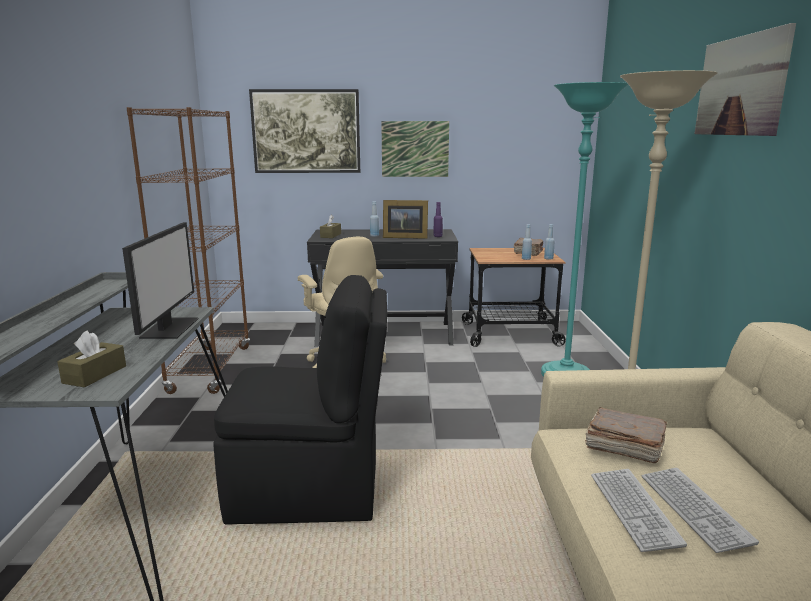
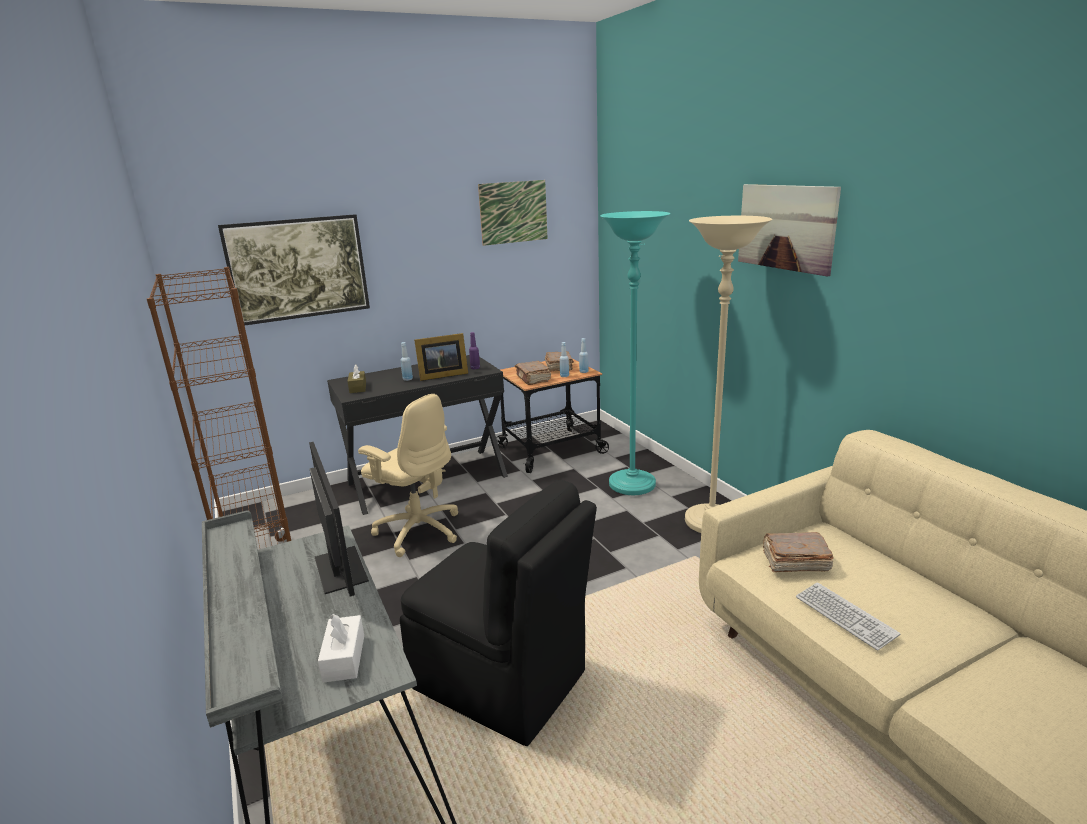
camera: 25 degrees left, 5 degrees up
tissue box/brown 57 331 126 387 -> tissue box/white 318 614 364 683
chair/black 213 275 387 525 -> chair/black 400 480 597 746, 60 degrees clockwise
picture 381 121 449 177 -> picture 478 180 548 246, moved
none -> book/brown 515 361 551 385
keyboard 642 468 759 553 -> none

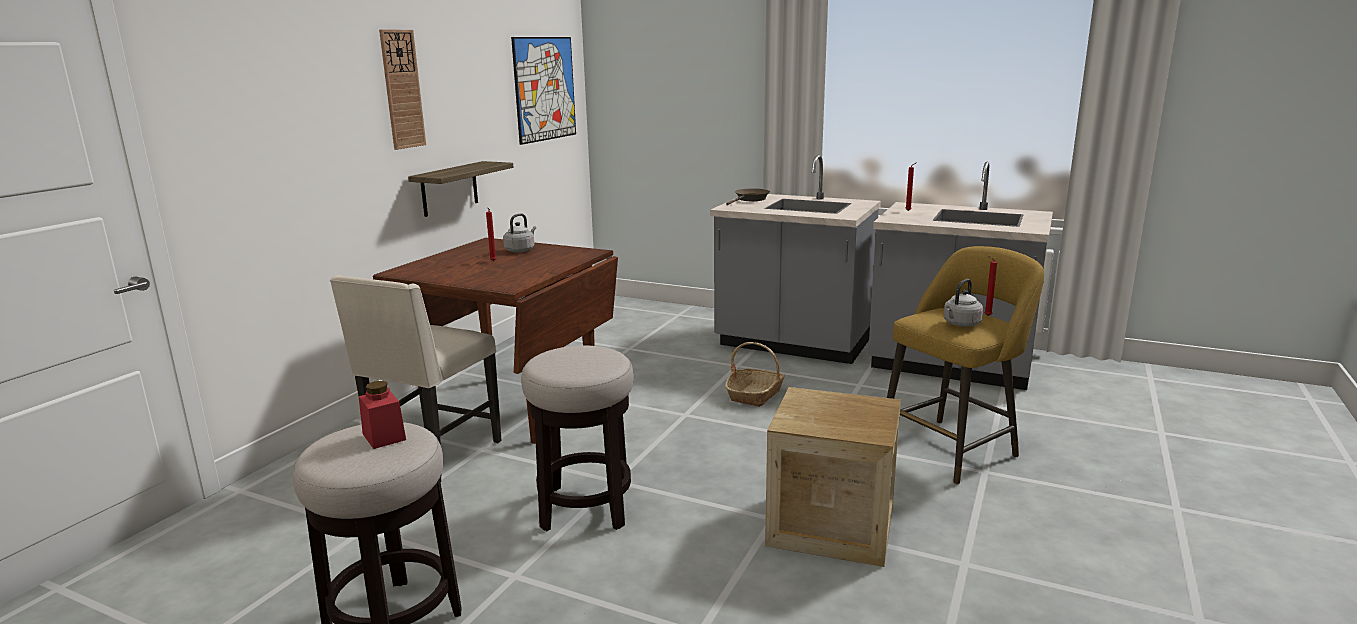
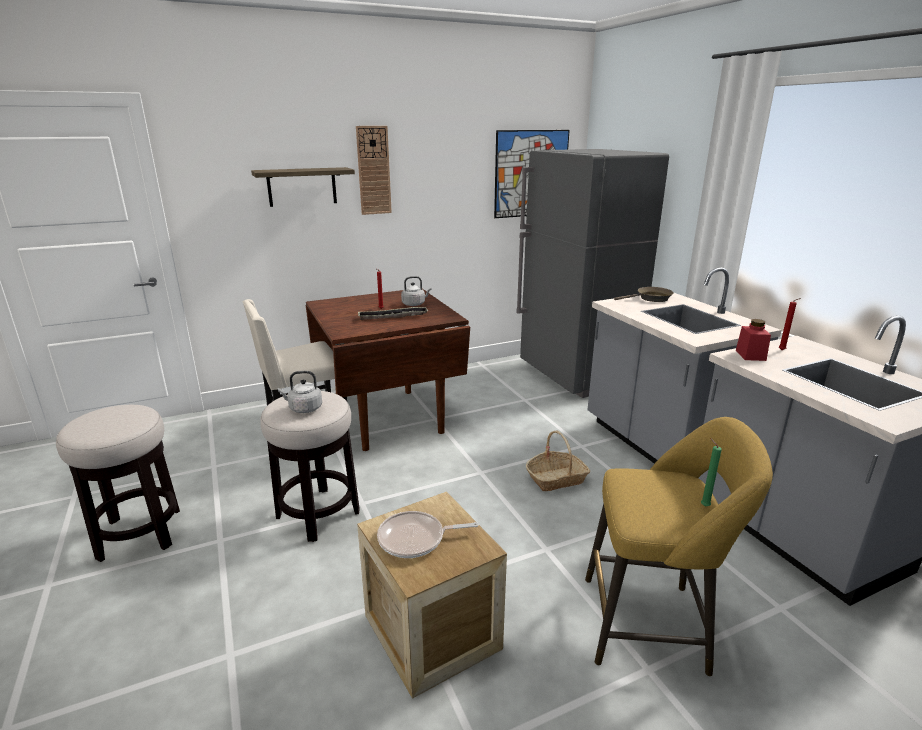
camera: 40 degrees right, 5 degrees up
shelf 408 161 513 217 -> shelf 251 167 355 207, moved
kettle/grey 944 279 983 327 -> kettle/grey 278 371 322 413, moved
none -> tray 358 307 428 320
none -> frying pan 377 511 479 558
none -> fridge/grey 516 149 669 398
candle/red 984 256 997 316 -> candle/green 701 438 722 507
jar/red 359 381 406 449 -> jar/red 736 319 771 361, moved

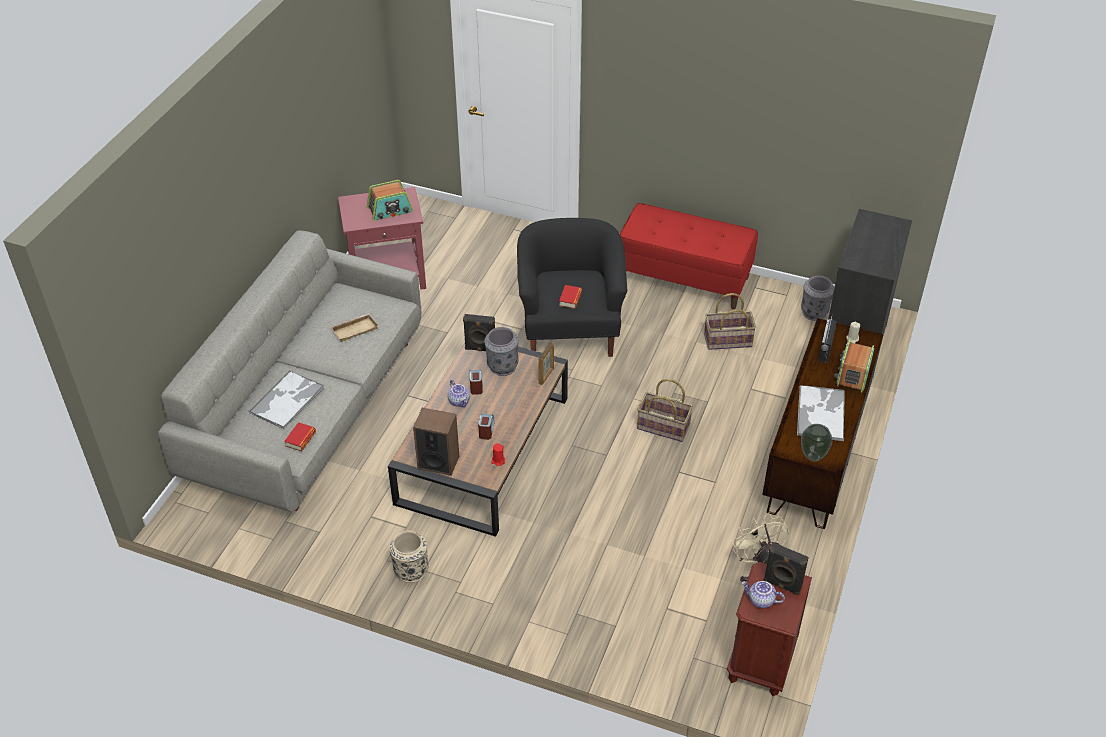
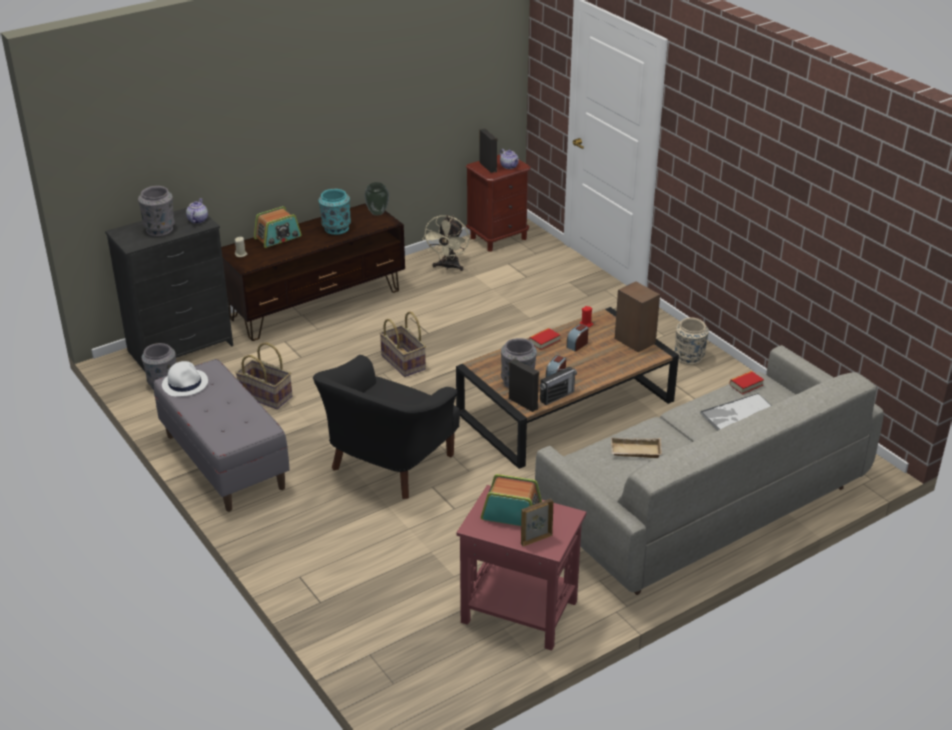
camera: 145 degrees left, 10 degrees down
none -> vase/grey 138 186 175 237
bench/red 620 203 758 309 -> bench/grey 154 359 290 512
none -> hat/white 162 361 208 397
teapot 448 380 470 407 -> teapot 186 198 208 224, moved
tray 797 385 845 441 -> vase/turquoise 319 189 351 235
picture frame 539 342 554 385 -> picture frame 521 499 553 547, moved
book 559 285 582 309 -> book 529 328 560 350, moved
radio 818 314 837 363 -> radio 540 367 577 405, moved

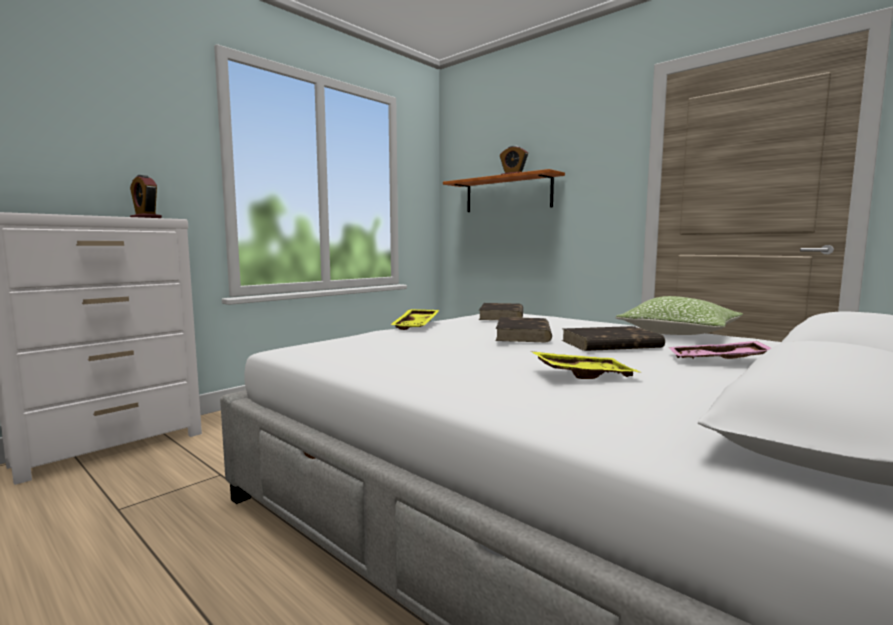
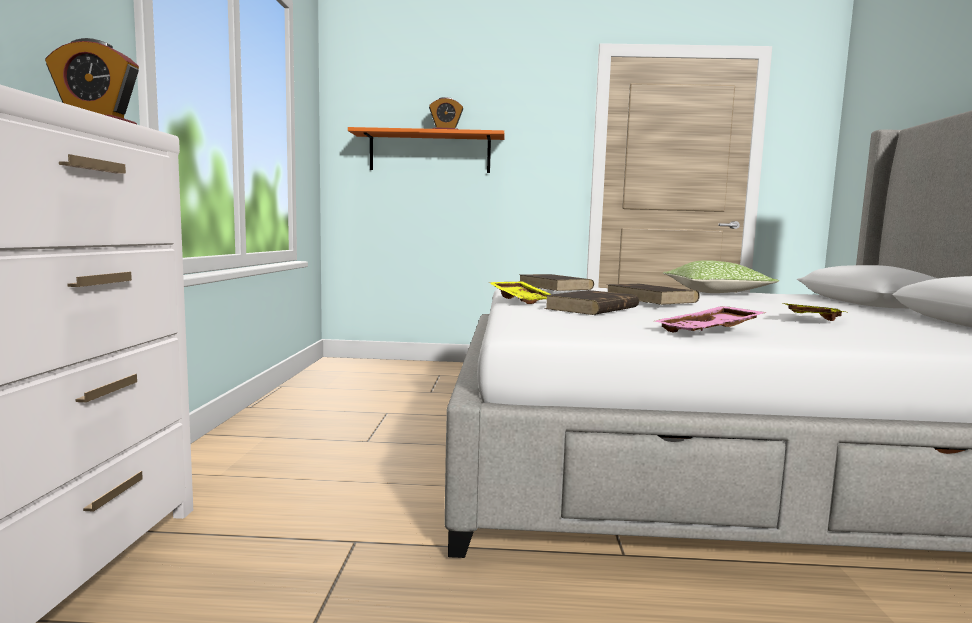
camera: 40 degrees left, 0 degrees up
book/brown 561 326 665 351 -> book/brown 544 290 639 315, moved
tray/pink 669 341 771 359 -> tray/pink 654 306 767 332, moved

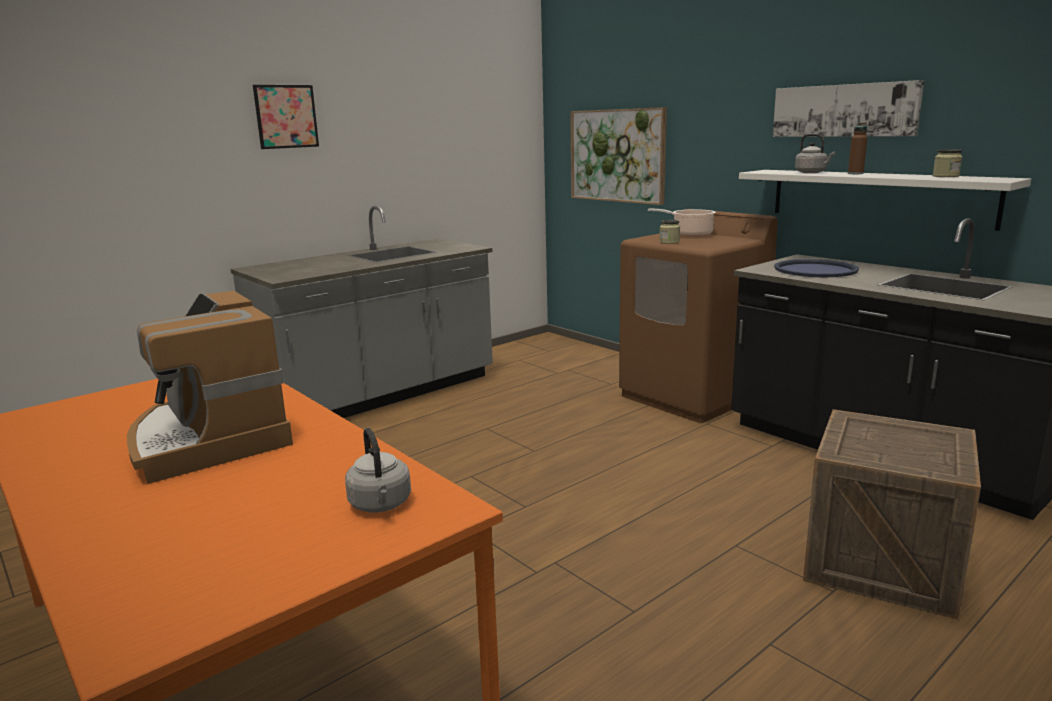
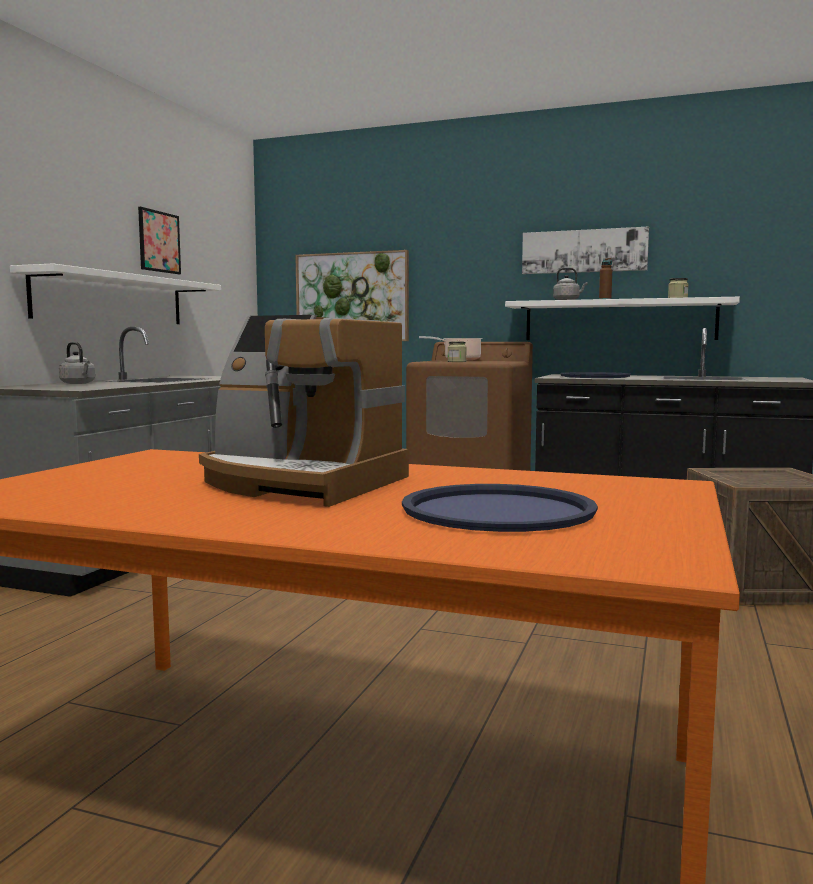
camera: 30 degrees left, 10 degrees down
none -> shelf/white 10 263 221 324
kettle/grey 345 428 411 512 -> kettle/grey 59 342 95 384, moved
picture 253 85 319 149 -> picture 138 207 181 274, moved
none -> tray/blue 402 484 598 532

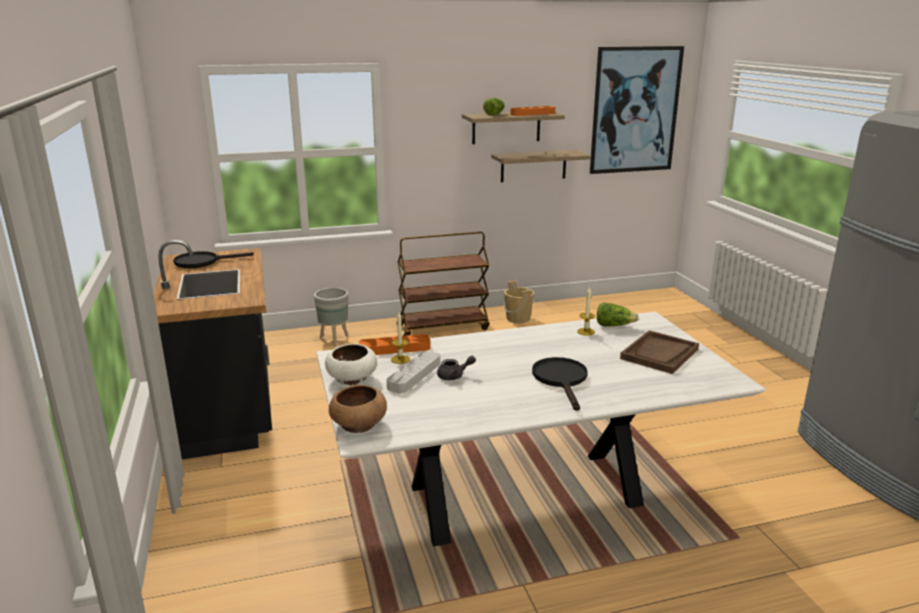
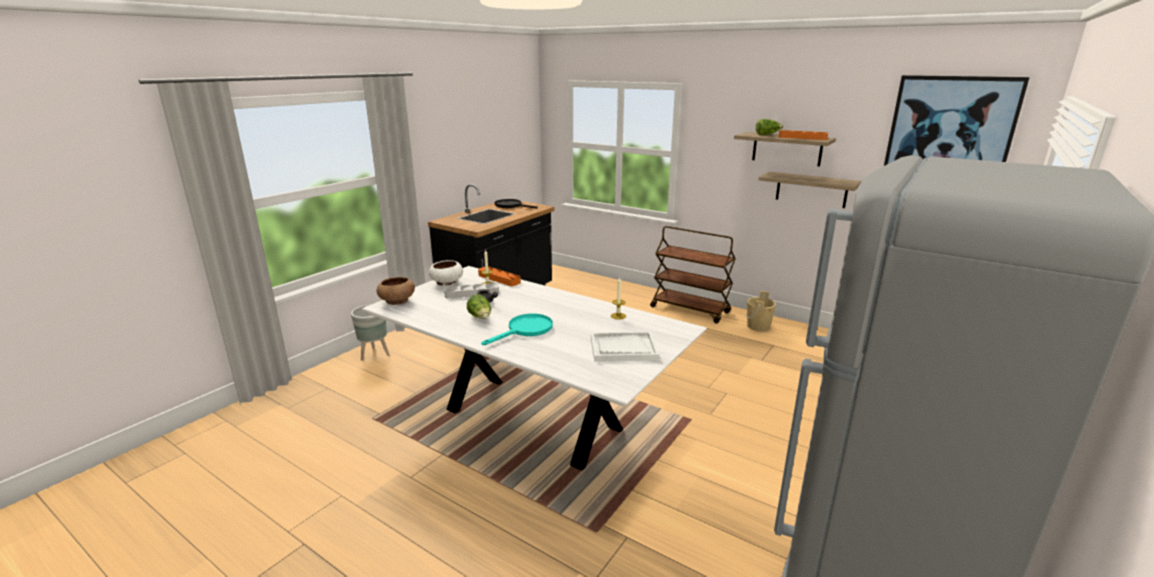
camera: 50 degrees right, 0 degrees up
planter/grey 314 288 348 347 -> planter/grey 351 305 389 361, moved
lettuce 597 302 639 327 -> lettuce 467 294 491 319, moved
frying pan/black 532 357 588 411 -> frying pan/turquoise 482 314 553 345
tray/brown 620 330 699 374 -> tray/white 591 332 659 362

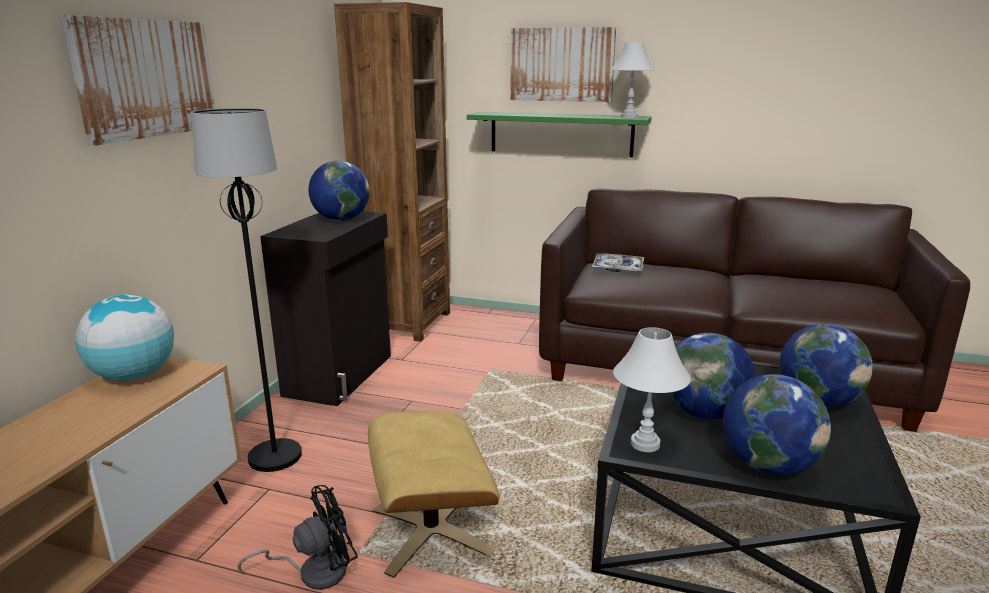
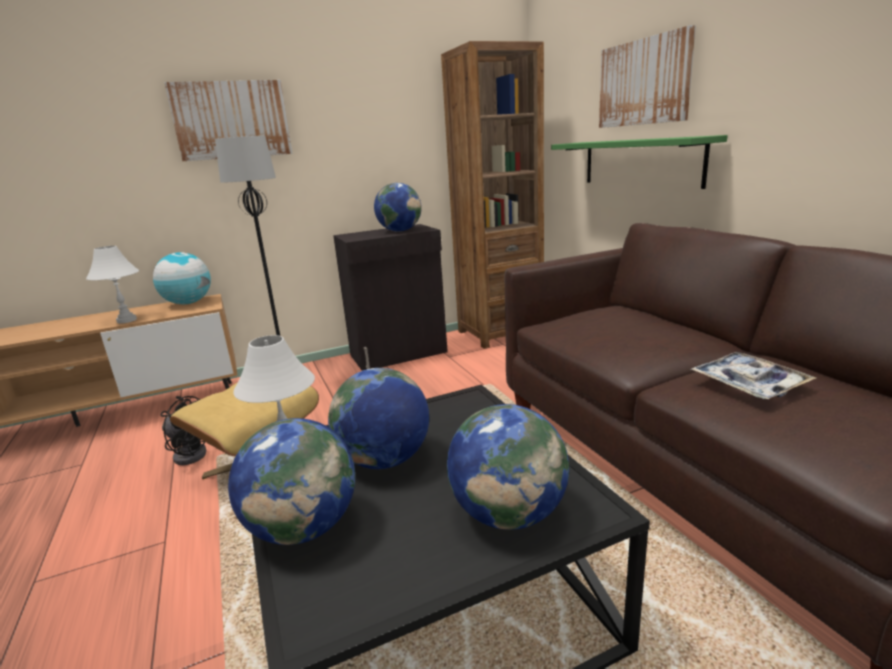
camera: 50 degrees right, 0 degrees up
table lamp/white 611 42 655 118 -> table lamp/white 86 246 139 324, moved
tray 592 254 644 272 -> tray 691 352 816 399, moved

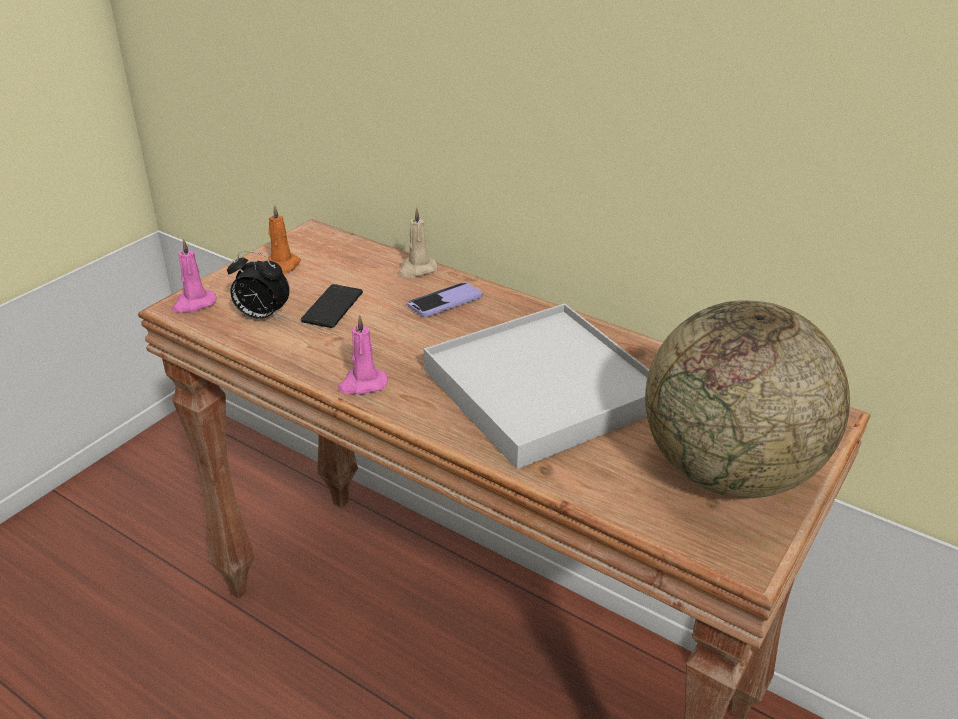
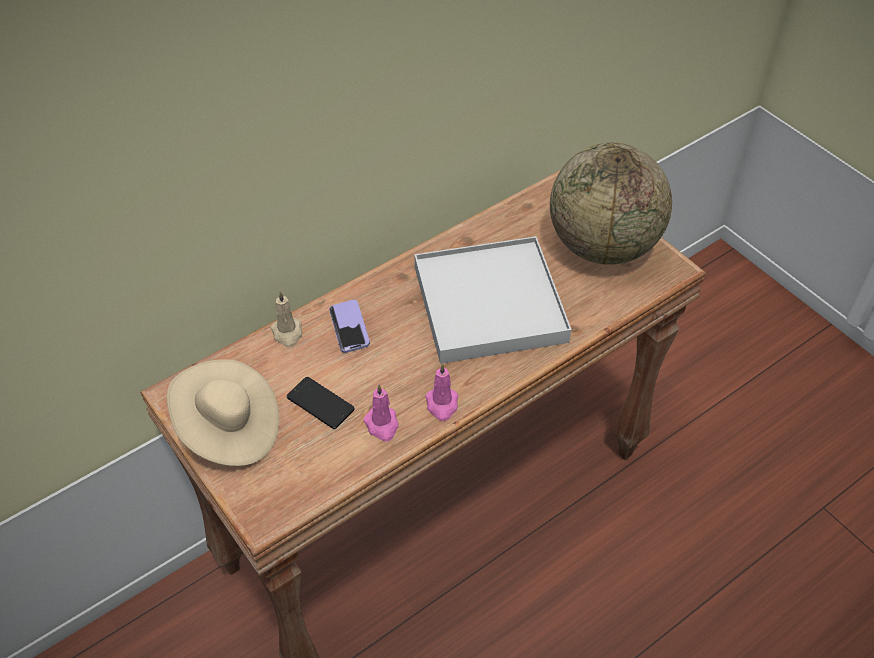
camera: 70 degrees left, 15 degrees up
candle/orange 266 204 301 275 -> hat/beige 167 359 279 466
candle/pink 172 239 217 313 -> candle/pink 363 385 399 441, moved
alarm clock 227 251 290 320 -> none

